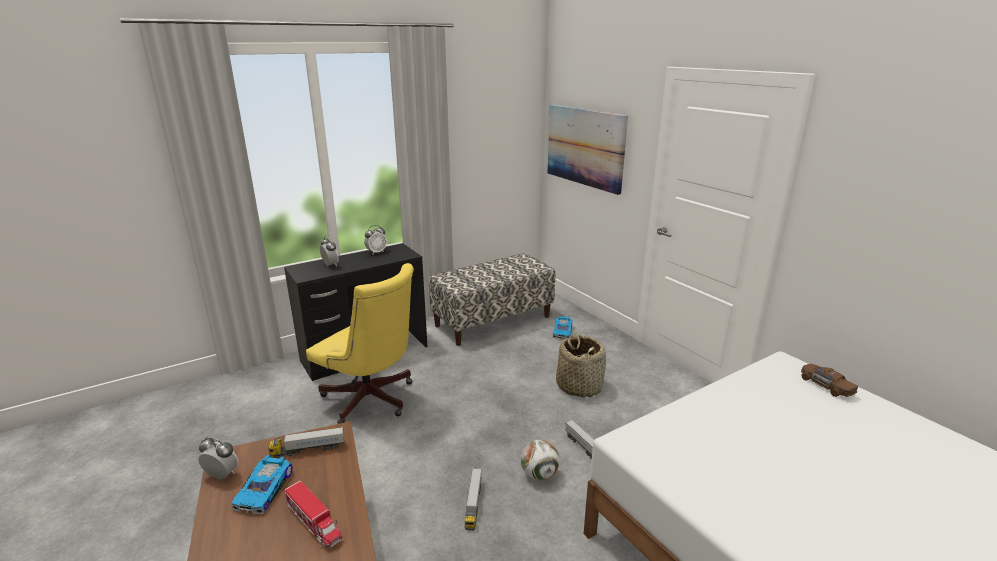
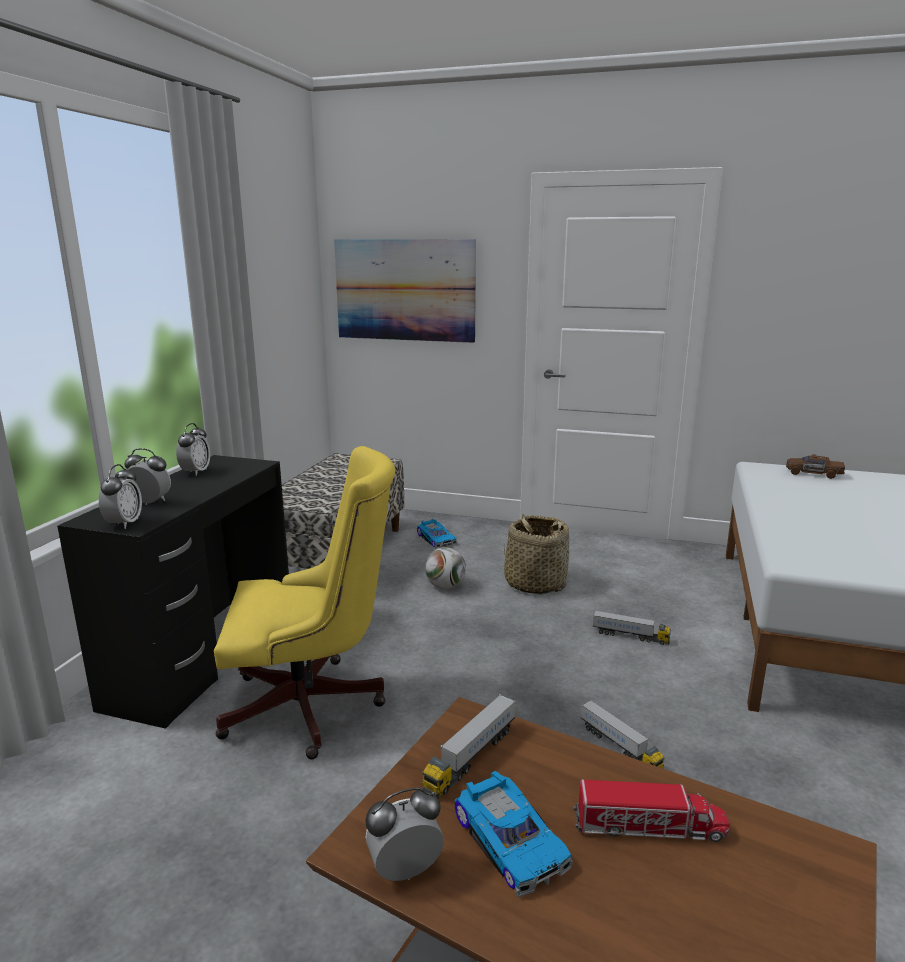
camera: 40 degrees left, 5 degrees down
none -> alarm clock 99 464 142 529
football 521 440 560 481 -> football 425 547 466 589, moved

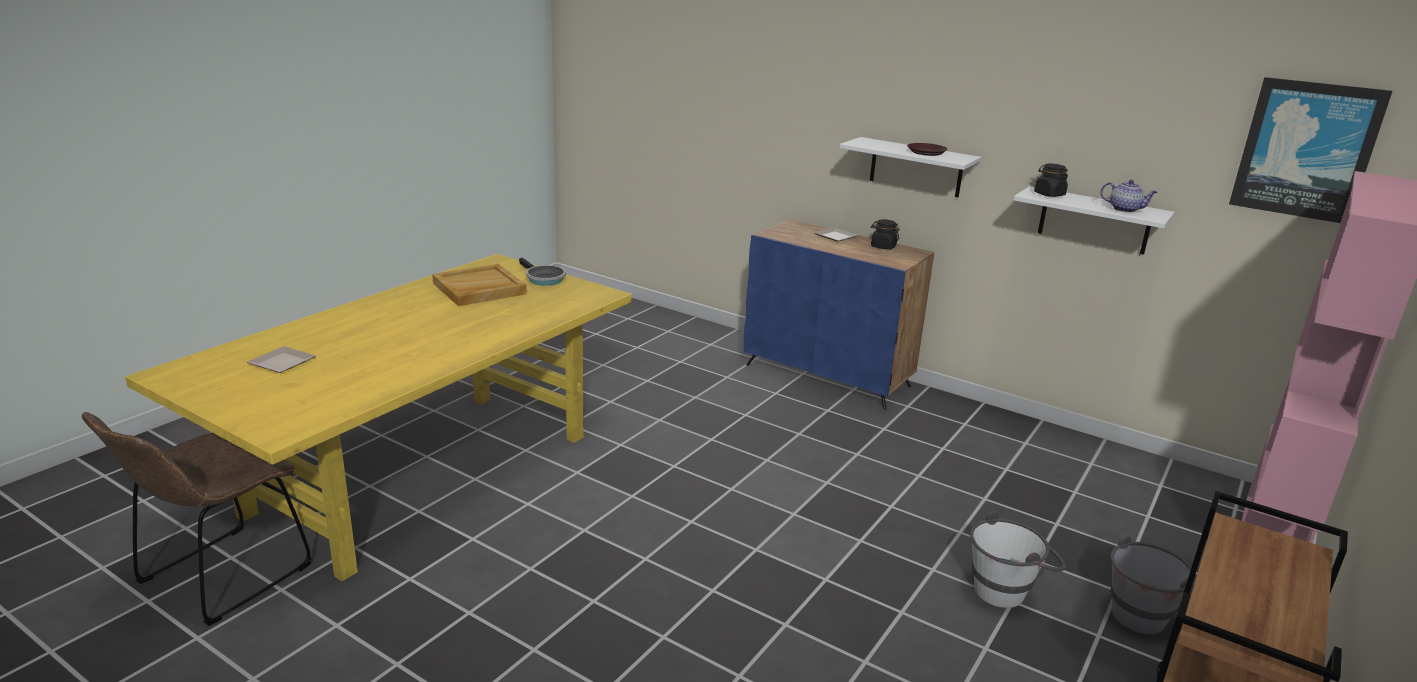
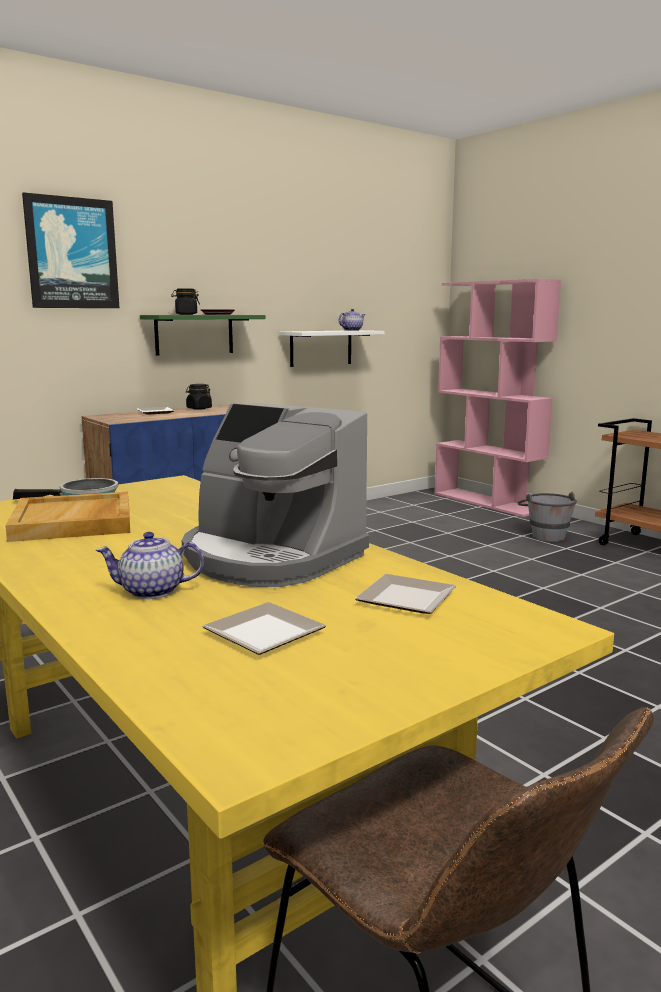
camera: 70 degrees left, 10 degrees down
picture 1229 77 1392 223 -> picture 22 192 119 308, moved
none -> teapot 96 532 204 599
shelf/white 840 137 981 197 -> shelf/green 140 315 266 356
jar/black 1034 164 1068 197 -> jar/black 171 288 200 315, moved
none -> coffee machine 182 403 369 587
none -> plate 355 574 456 614
bucket/white 970 511 1066 608 -> none

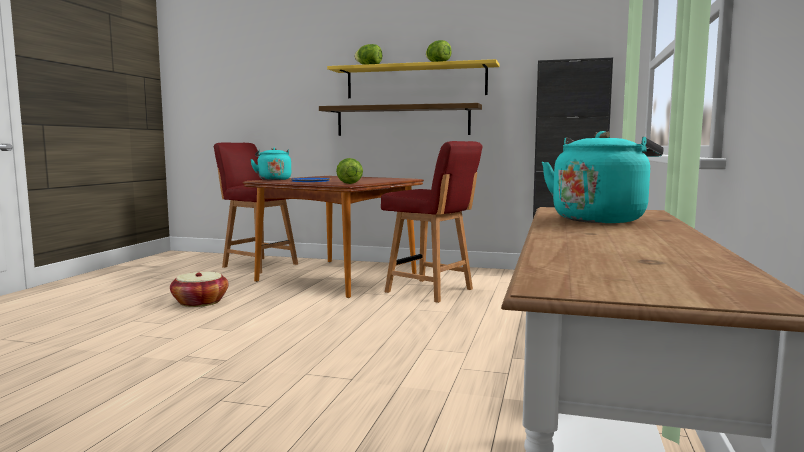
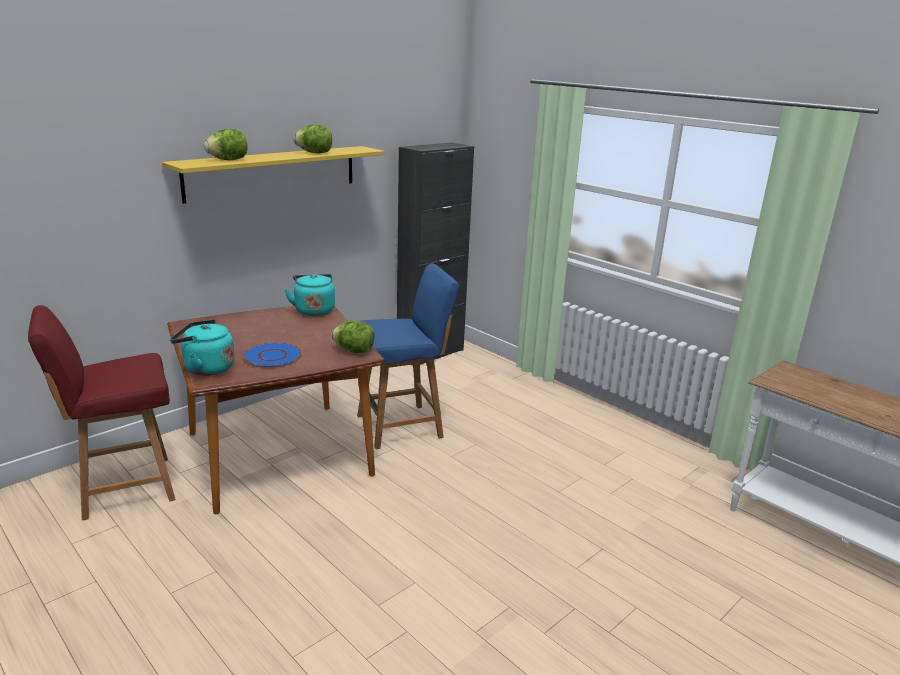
camera: 60 degrees left, 15 degrees up
kettle/turquoise 542 131 664 223 -> kettle/turquoise 284 274 335 316, moved
chair/red 381 141 482 303 -> chair/blue 357 263 459 449
basket 170 271 228 307 -> none
shelf 319 103 482 136 -> none

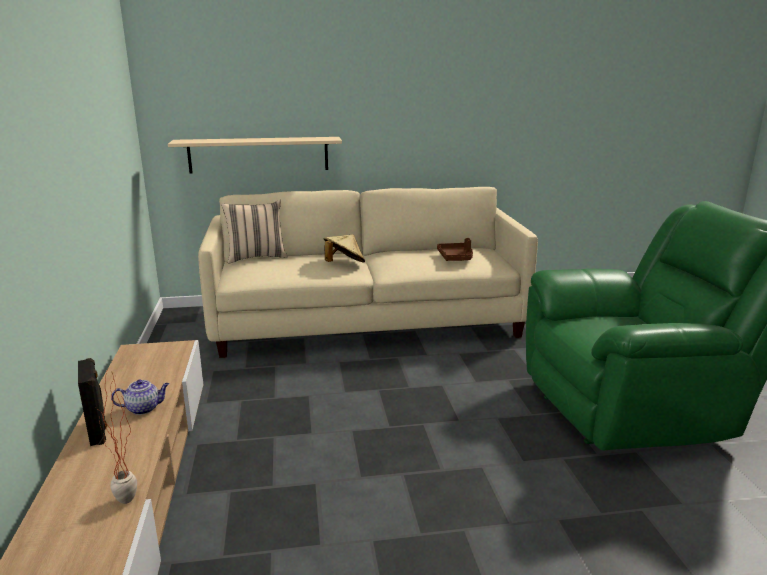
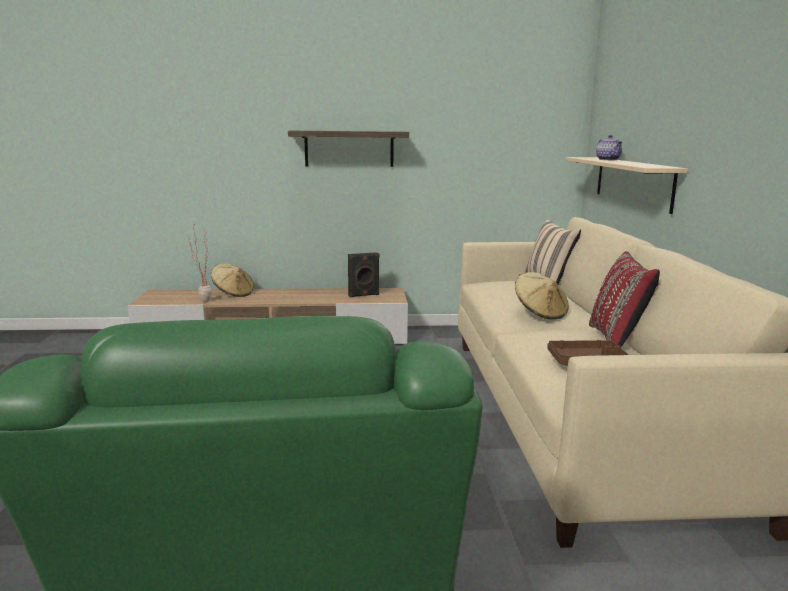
camera: 95 degrees right, 5 degrees down
none -> hat/beige 211 264 254 297
none -> shelf 288 131 409 167
speaker/black 78 358 107 446 -> speaker/black 348 252 379 297, moved
none -> pillow/red 589 251 660 348
teapot 111 380 169 415 -> teapot 596 135 622 160, moved

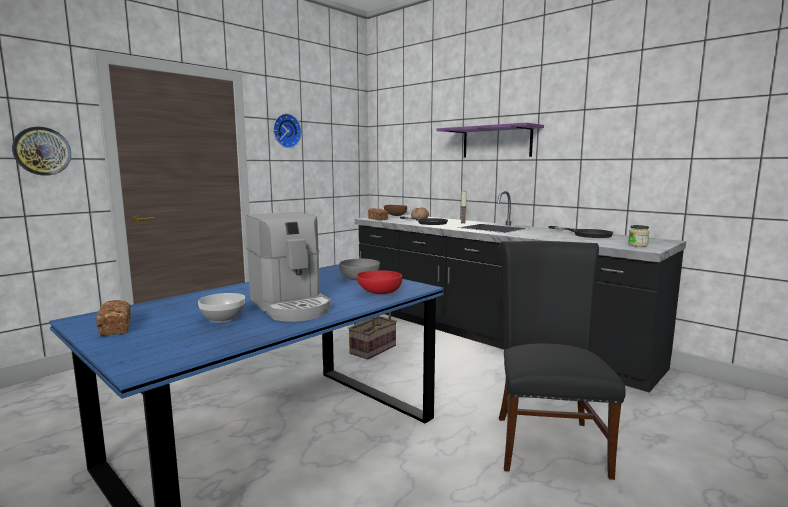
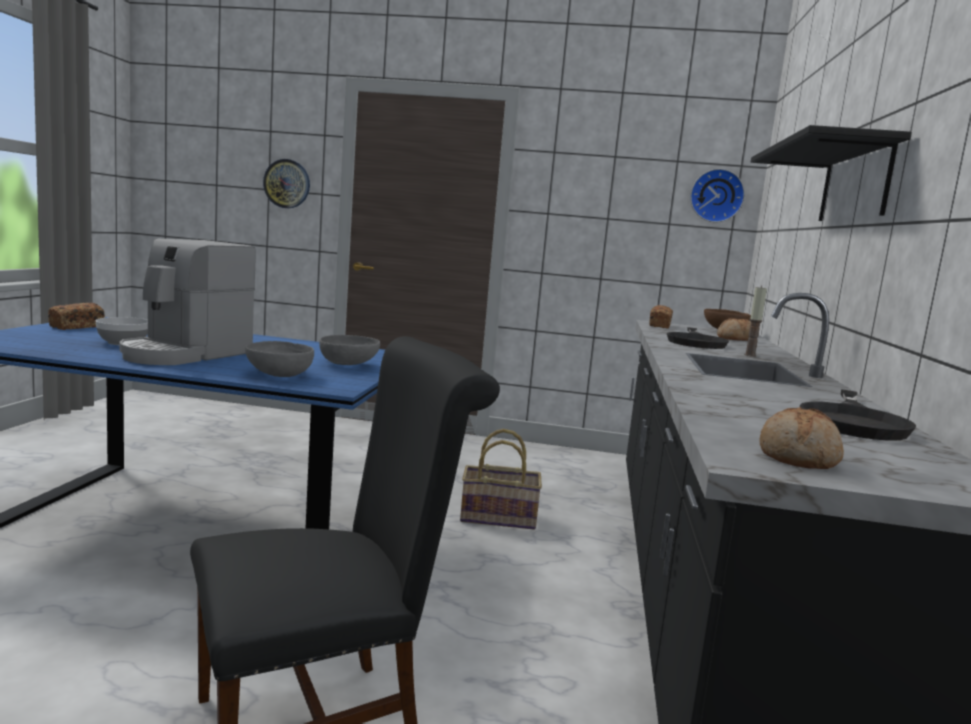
camera: 55 degrees right, 0 degrees up
bowl/red 356 270 402 294 -> bowl/grey 245 341 314 377
wall clock 273 114 302 148 -> wall clock 690 169 745 222, moved
shelf/purple 437 123 544 158 -> shelf/black 751 125 912 221
jar 628 225 650 247 -> bread 759 407 844 469

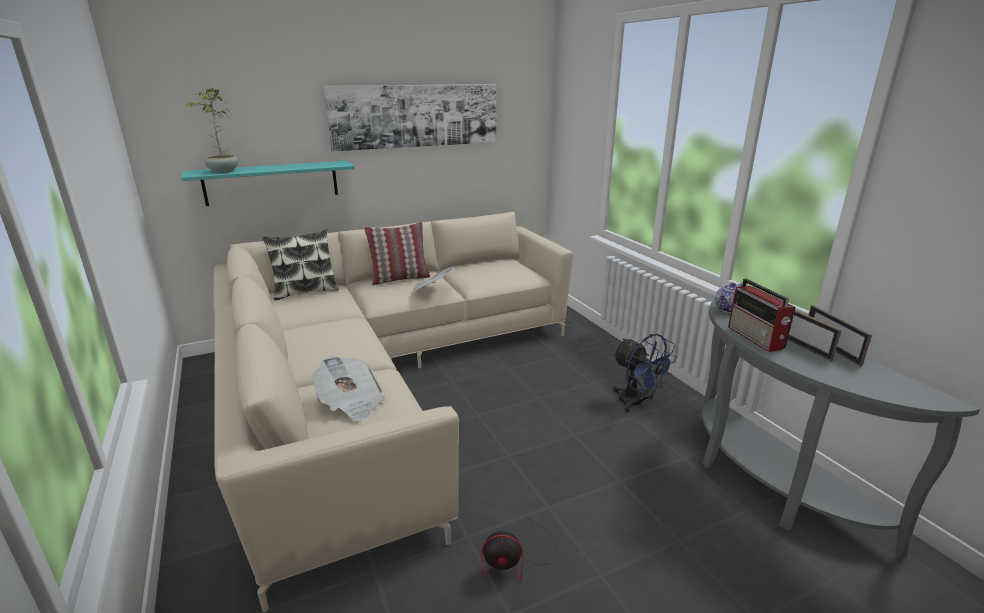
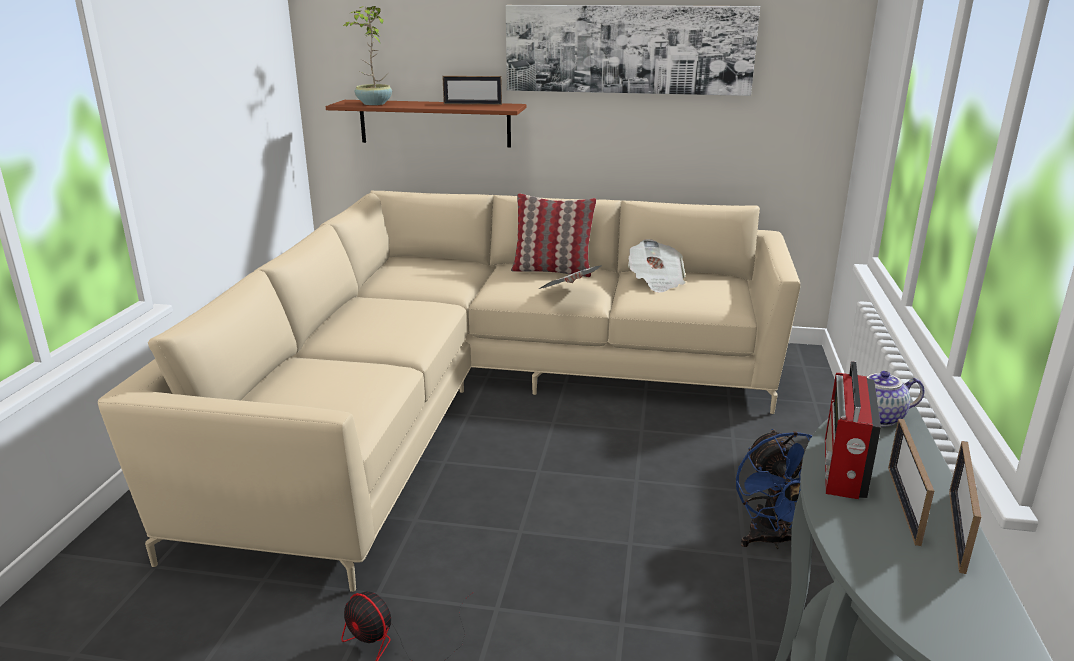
camera: 35 degrees right, 0 degrees up
shelf/turquoise 181 161 355 206 -> shelf/brown 326 100 526 147
none -> picture frame 442 76 502 105
newspaper 312 356 385 422 -> newspaper 628 239 686 293, moved
pillow 262 229 339 301 -> none

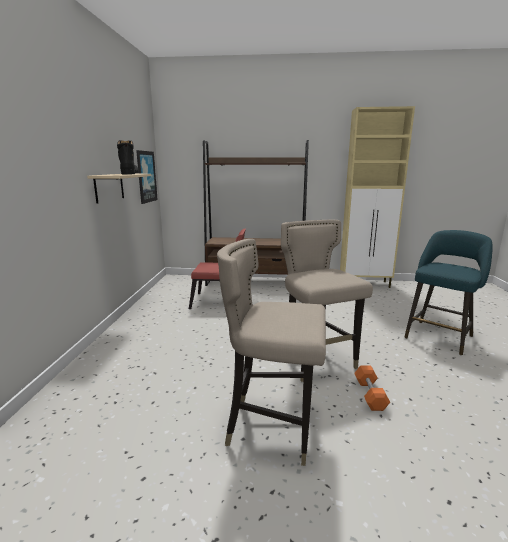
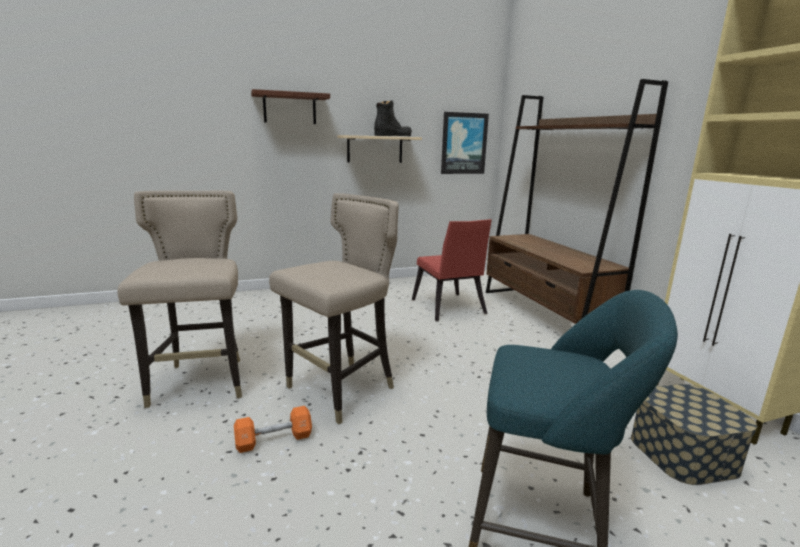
camera: 65 degrees right, 0 degrees up
none -> shelf 251 89 330 124
none -> storage box 631 384 757 485

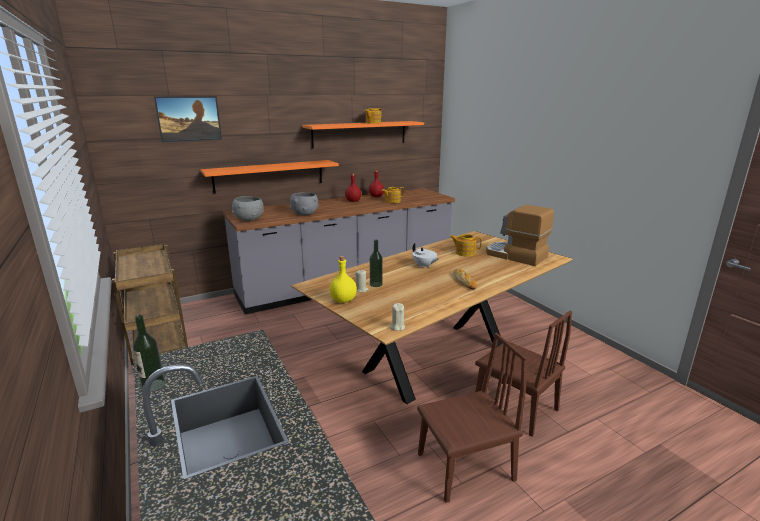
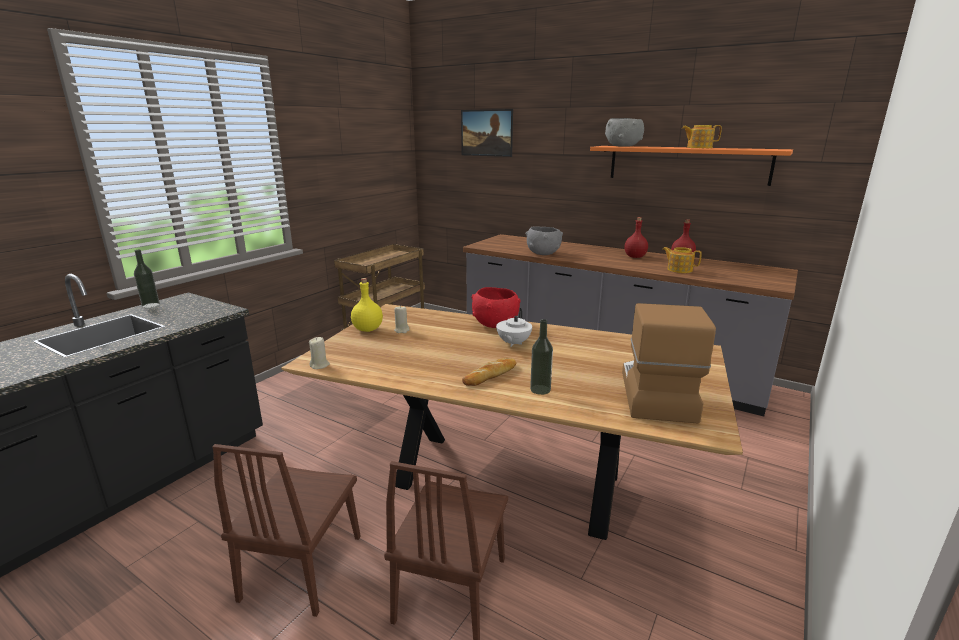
camera: 60 degrees right, 0 degrees up
chair/brown 417 333 527 503 -> chair/brown 212 444 360 617, 60 degrees clockwise
none -> bowl/red 472 287 521 328
bottle 370 240 383 287 -> bottle 530 319 553 395, moved
bowl/grey 232 196 263 221 -> bowl/grey 605 118 644 147, moved
shelf/orange 200 160 339 193 -> none
teapot 450 234 482 257 -> none

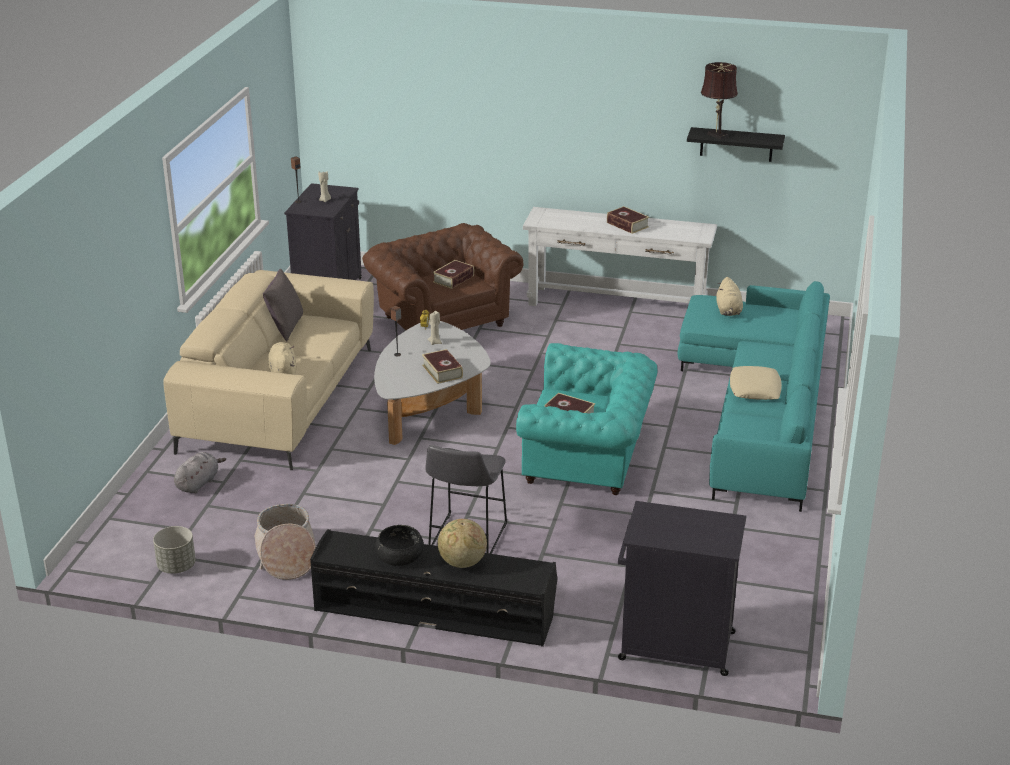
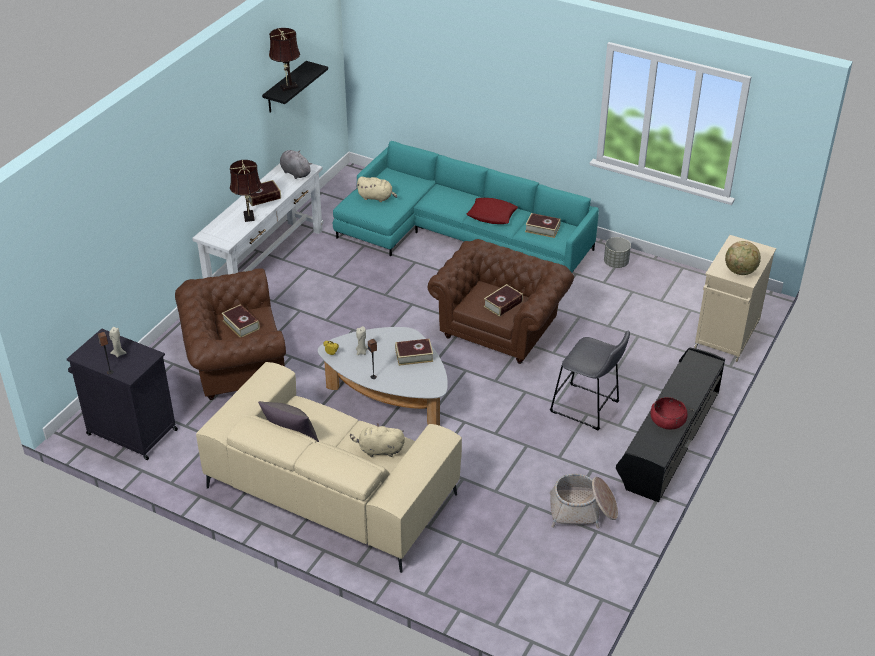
camera: 75 degrees left, 10 degrees up
none -> table lamp/brown 230 160 262 222
plush toy/grey 174 452 226 494 -> plush toy/grey 280 150 312 179, moved
armchair/turquoise 516 343 657 495 -> armchair/brown 428 239 574 364
pillow/beige 730 366 782 400 -> pillow/red 467 198 518 224
none -> book 525 213 561 238
planter/grey 153 526 196 574 -> planter/grey 604 237 631 268, moved
bowl/black 375 525 424 566 -> bowl/red 650 397 688 430
cabinet/black 618 501 746 676 -> cabinet/beige 694 235 776 362
globe 438 519 487 568 -> globe 725 241 761 275, moved

